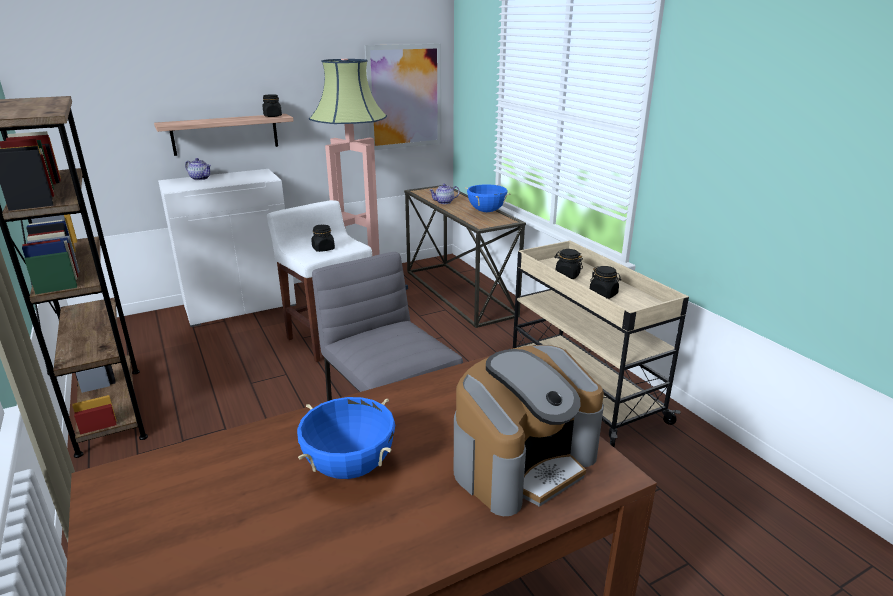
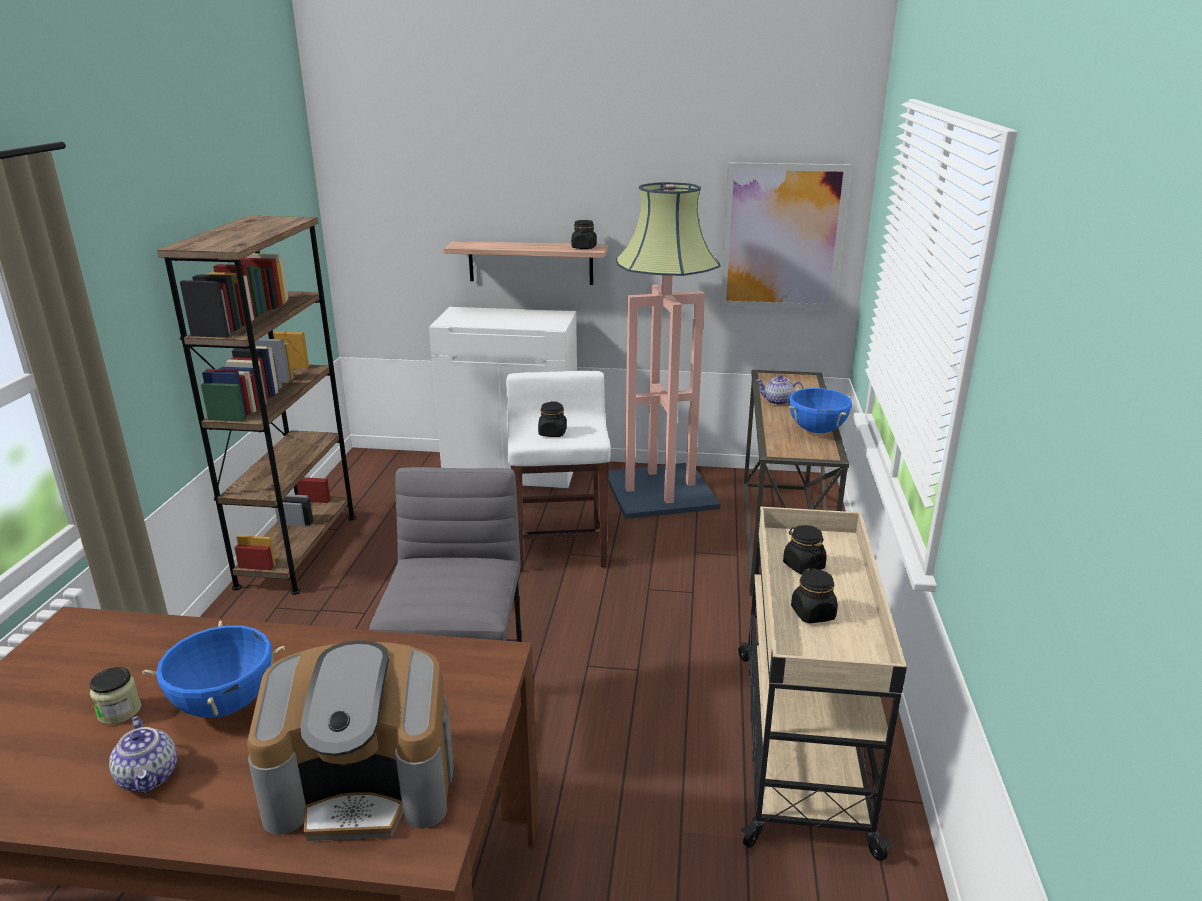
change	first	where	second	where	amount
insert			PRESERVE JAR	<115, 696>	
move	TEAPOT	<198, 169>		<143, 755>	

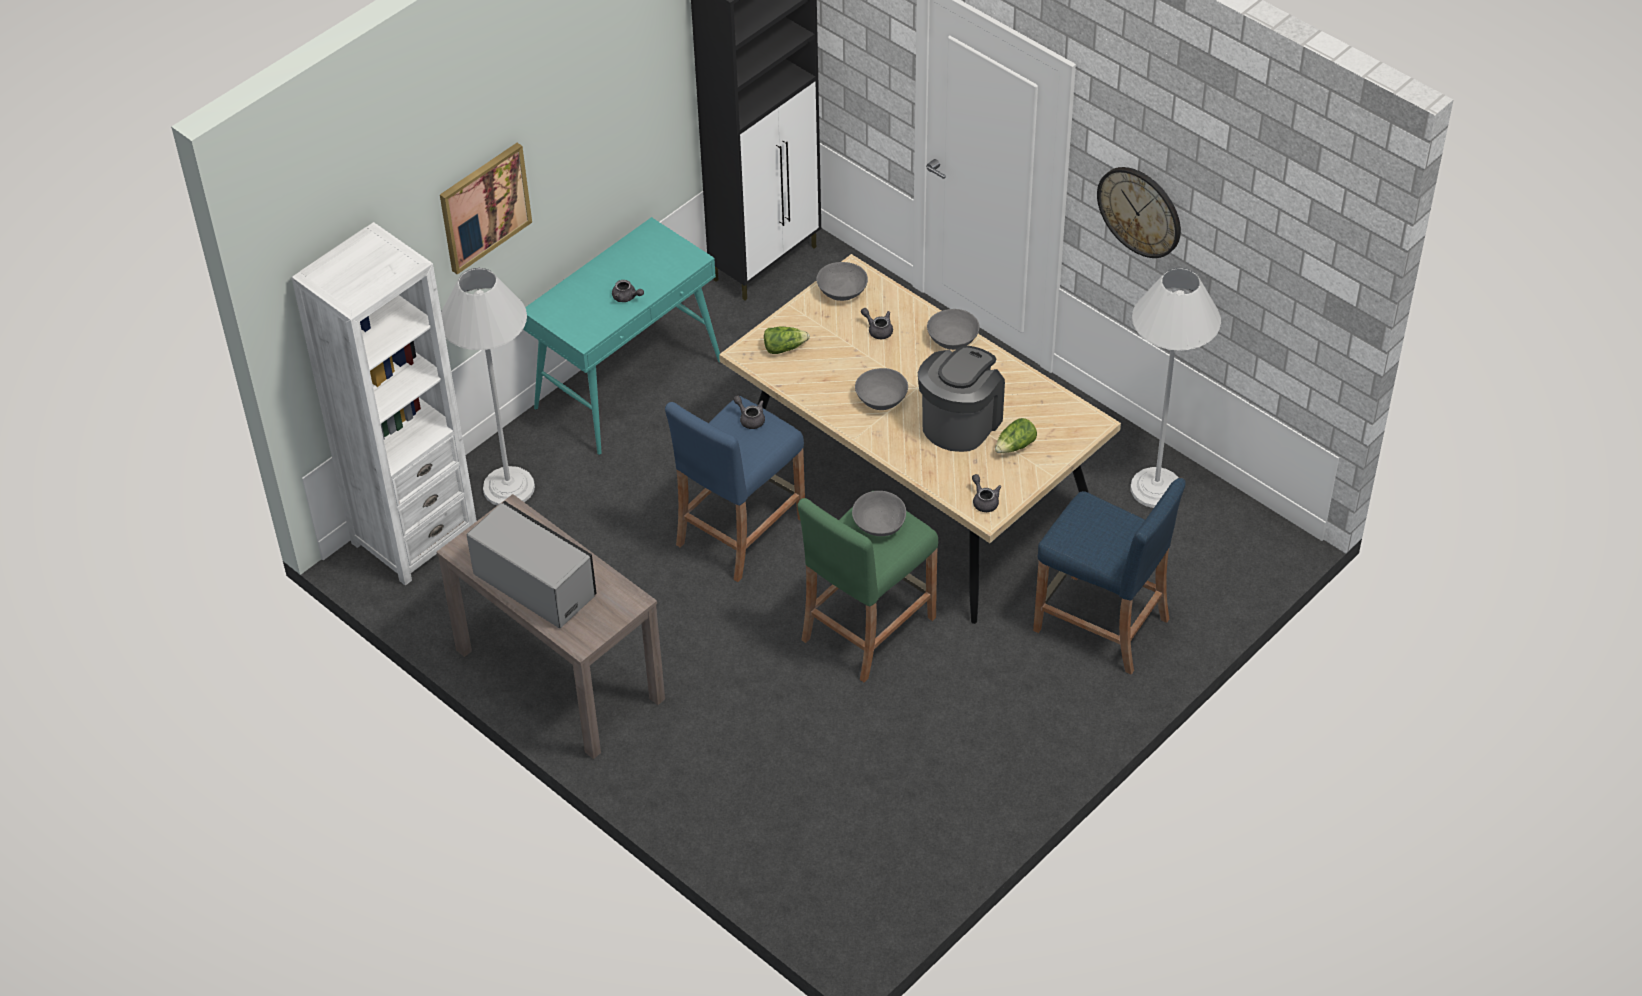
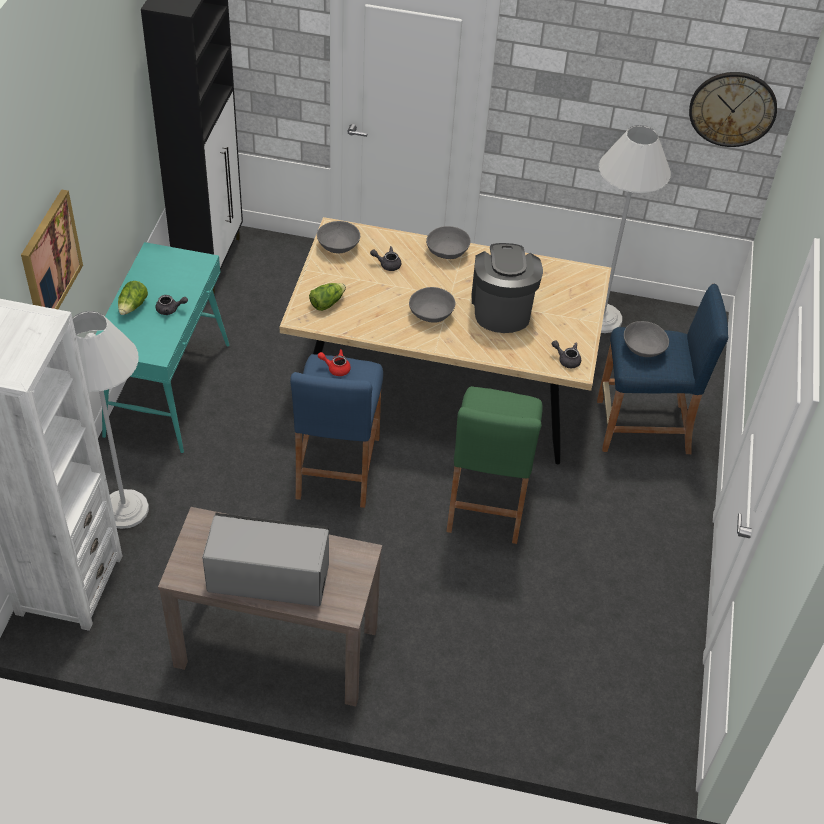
change	first	where	second	where	amount
move	HEAD OF LETTUCE	<1016, 435>		<133, 298>	
recolor	GREY TEAPOT	<749, 412>	REDDISH TEAPOT	<334, 362>	
move	GREY BOWL	<879, 513>		<646, 339>	
move	WALL CLOCK	<1139, 212>		<733, 109>	

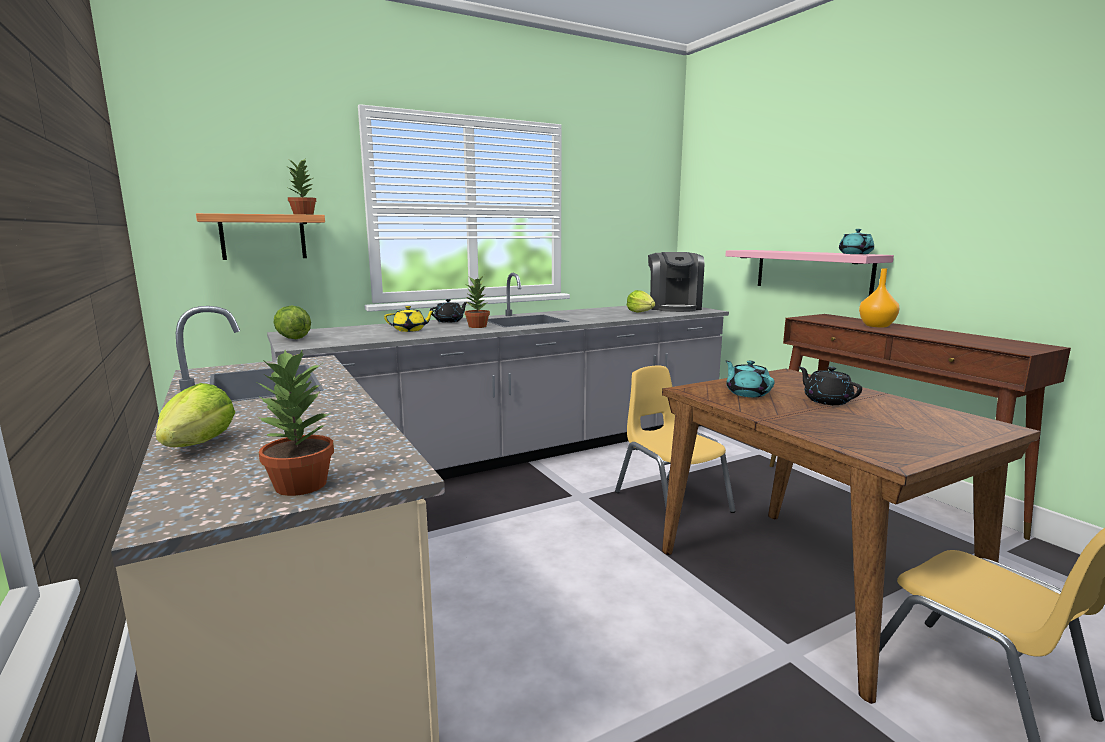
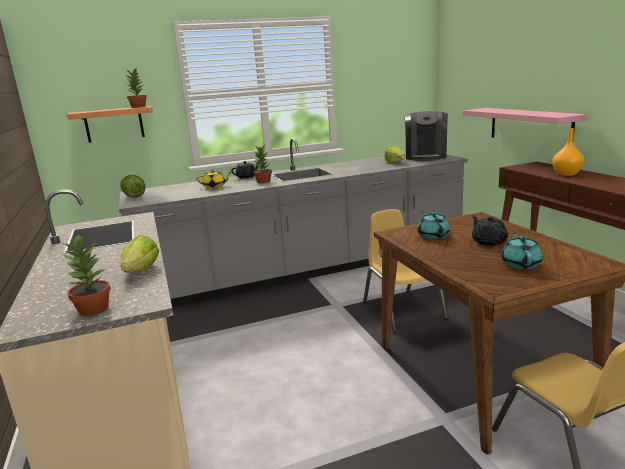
change	first	where	second	where	amount
move	HEAD OF LETTUCE	<195, 415>		<140, 254>	
move	BLUE-GREEN TEAPOT	<856, 241>		<522, 250>	

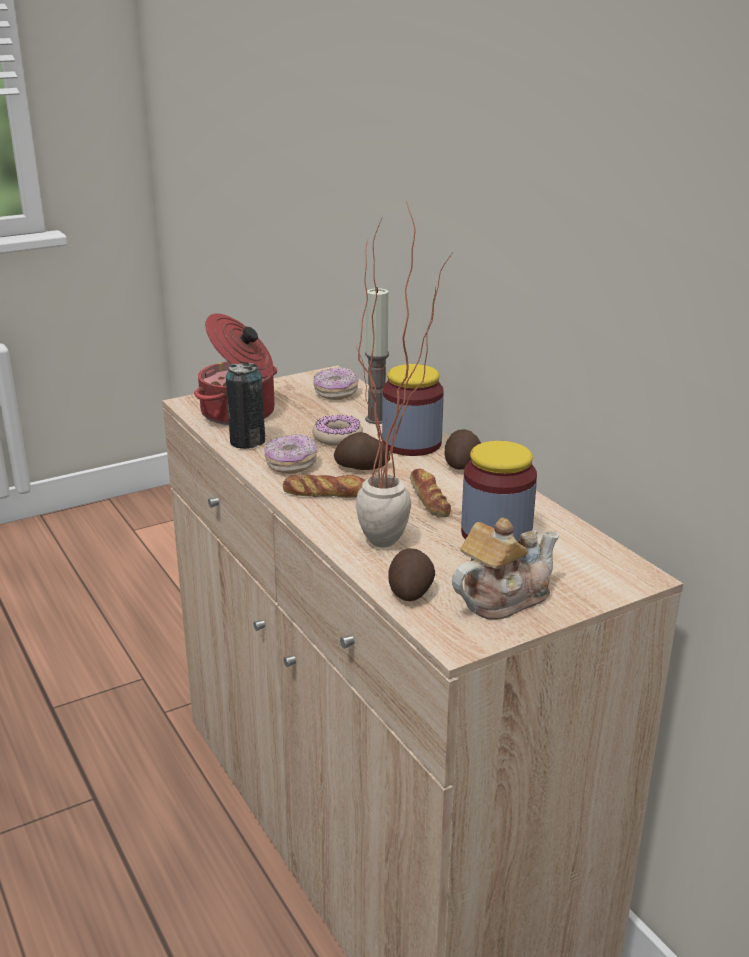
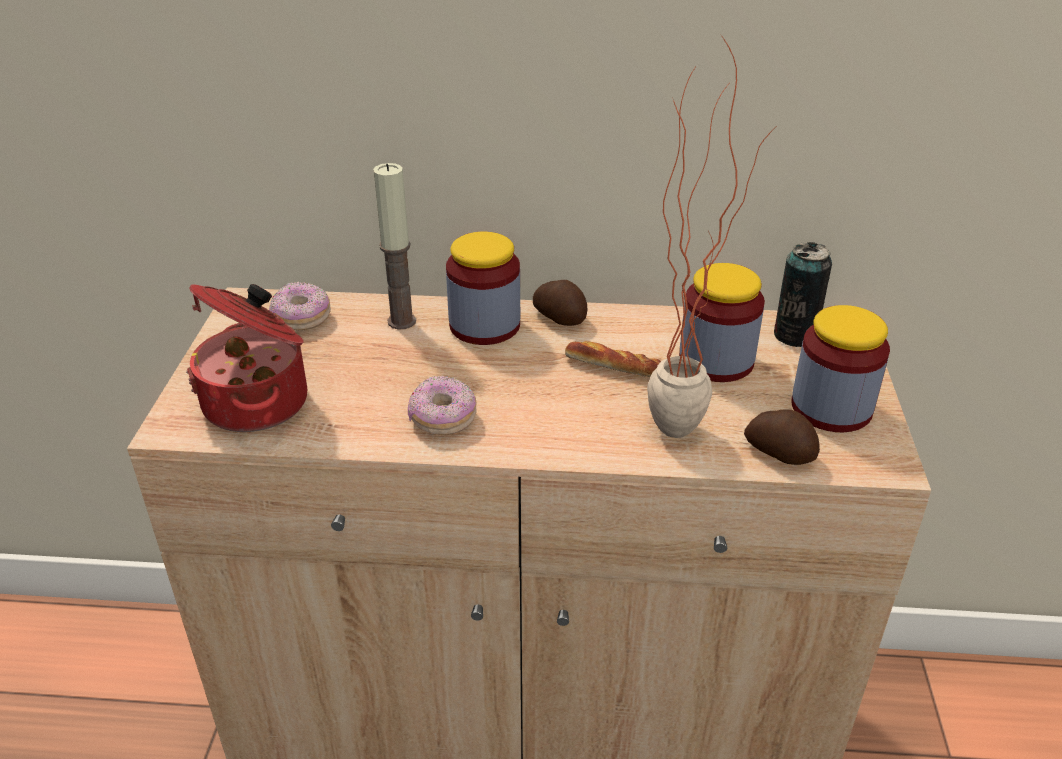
change	first	where	second	where	amount
move	METAL CAN	<245, 405>		<803, 294>	
replace	TEAPOT	<505, 569>	PRESERVE JAR	<840, 368>	
delete	BAKED BREAD	<324, 486>			
delete	DONUT	<337, 430>			
delete	POTATO	<362, 451>			

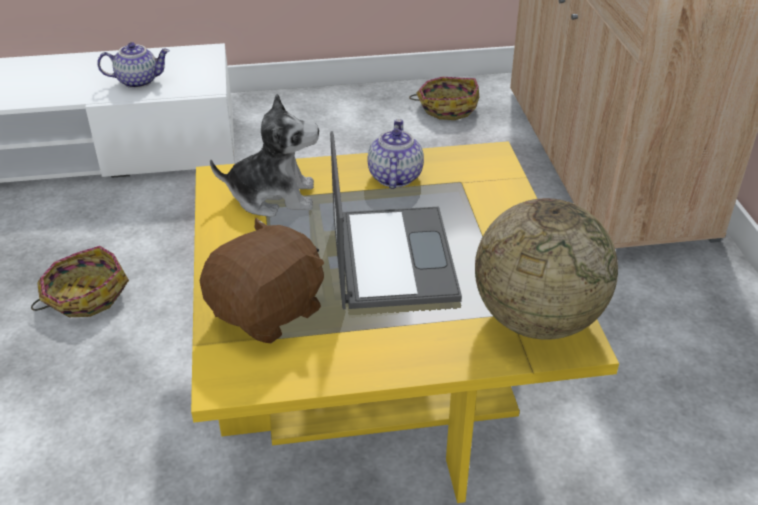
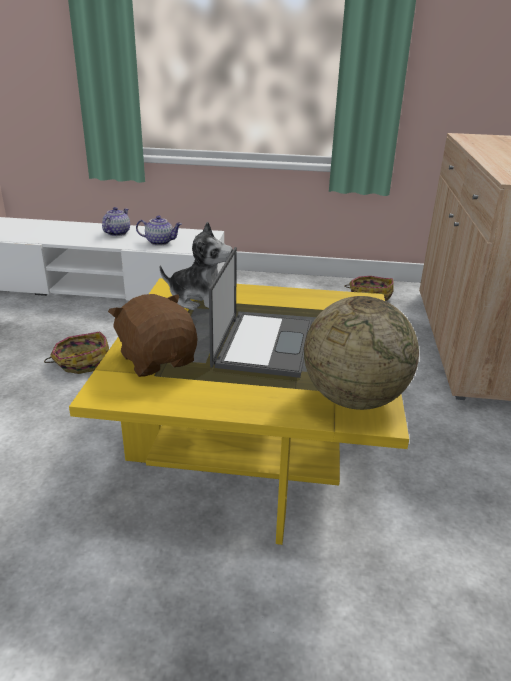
change	first	where	second	where	amount
move	TEAPOT	<396, 154>		<116, 221>	
rotate	BROWN-COLOURED PLUSH TOY	<262, 280>		<153, 335>	90 degrees counterclockwise

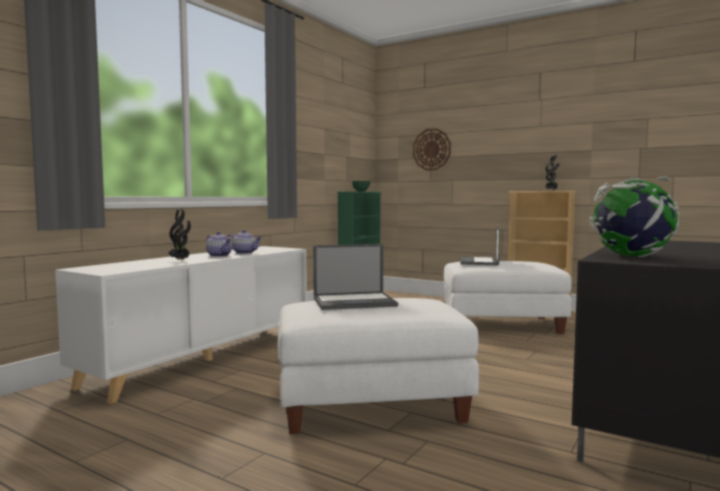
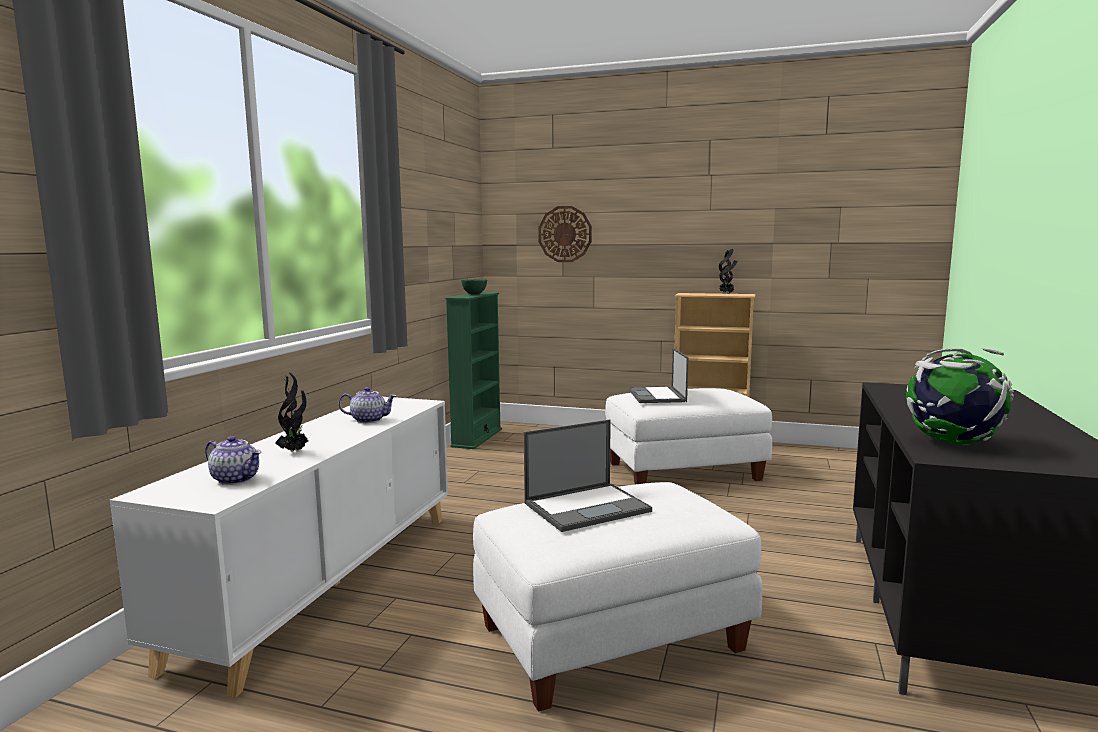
change	first	where	second	where	amount
move	TEAPOT	<219, 244>		<233, 460>	

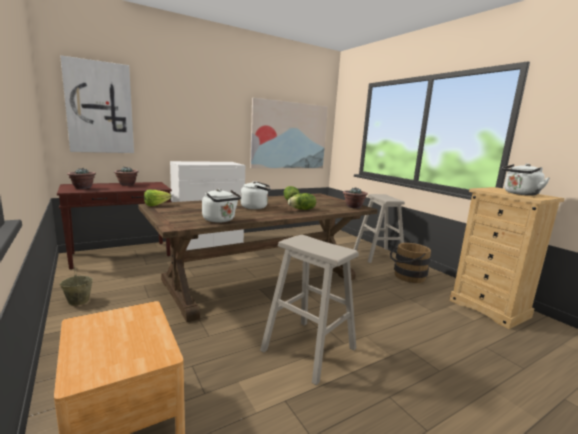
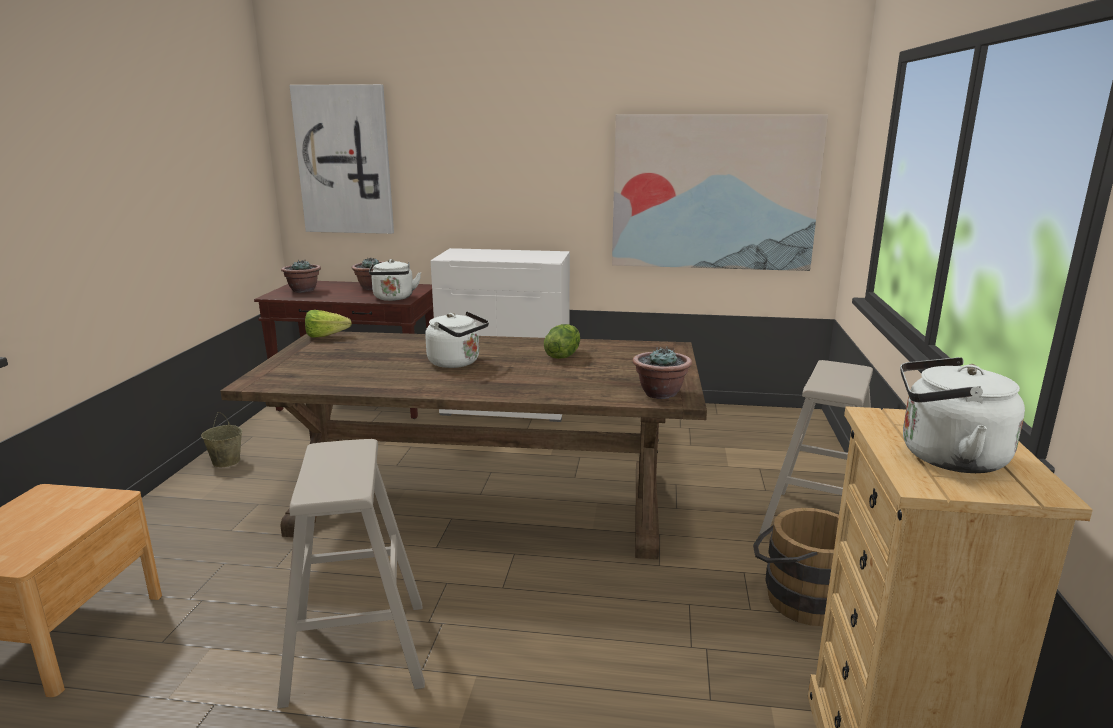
change	first	where	second	where	amount
move	WHITE TEA KETTLE	<221, 206>		<395, 280>	
delete	HEAD OF LETTUCE	<302, 201>			

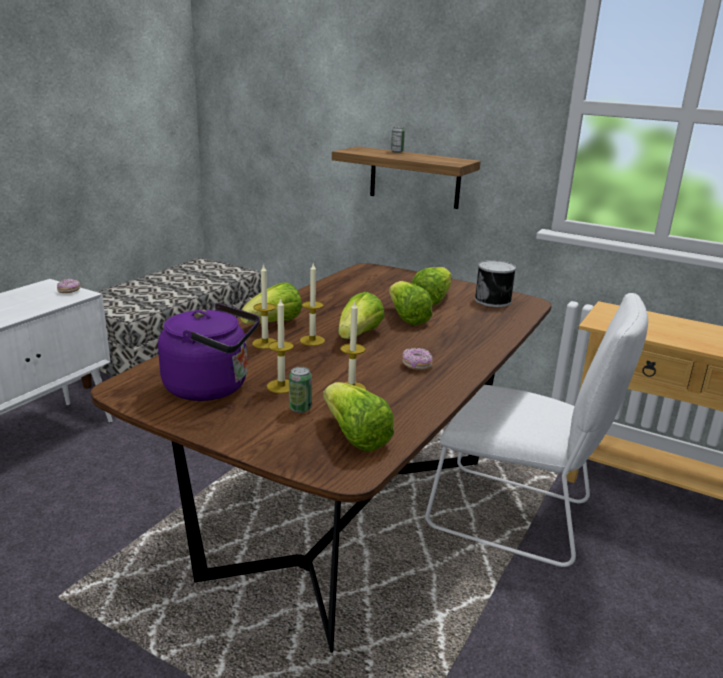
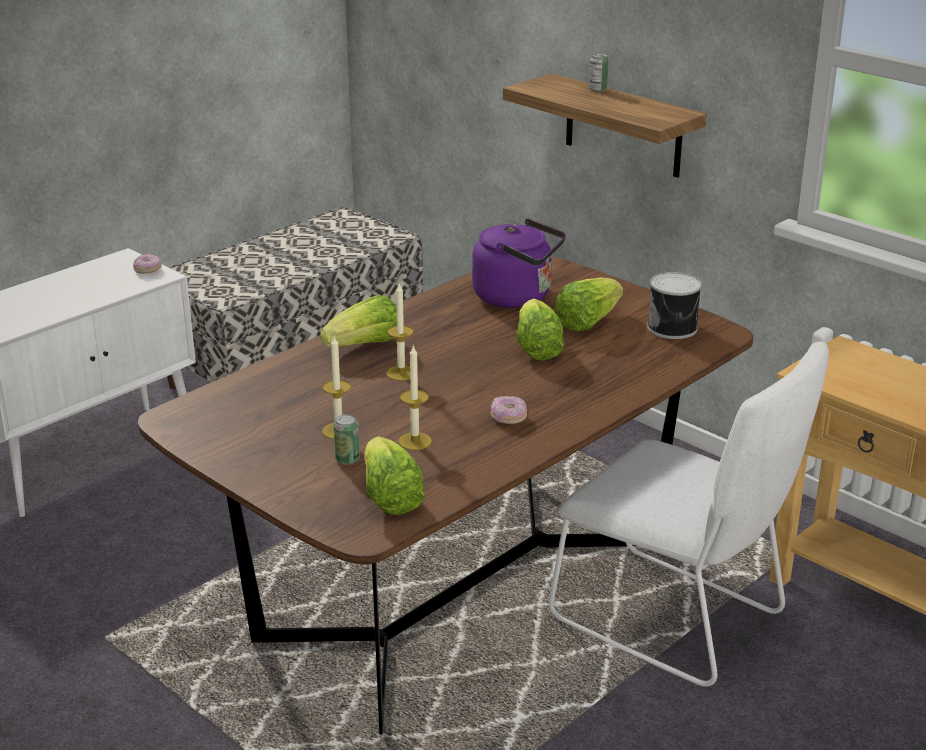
change	first	where	second	where	amount
move	PURPLISH TEA KETTLE	<209, 352>		<519, 263>	
delete	WAX CANDLE	<264, 306>			
delete	HEAD OF LETTUCE	<361, 315>			

